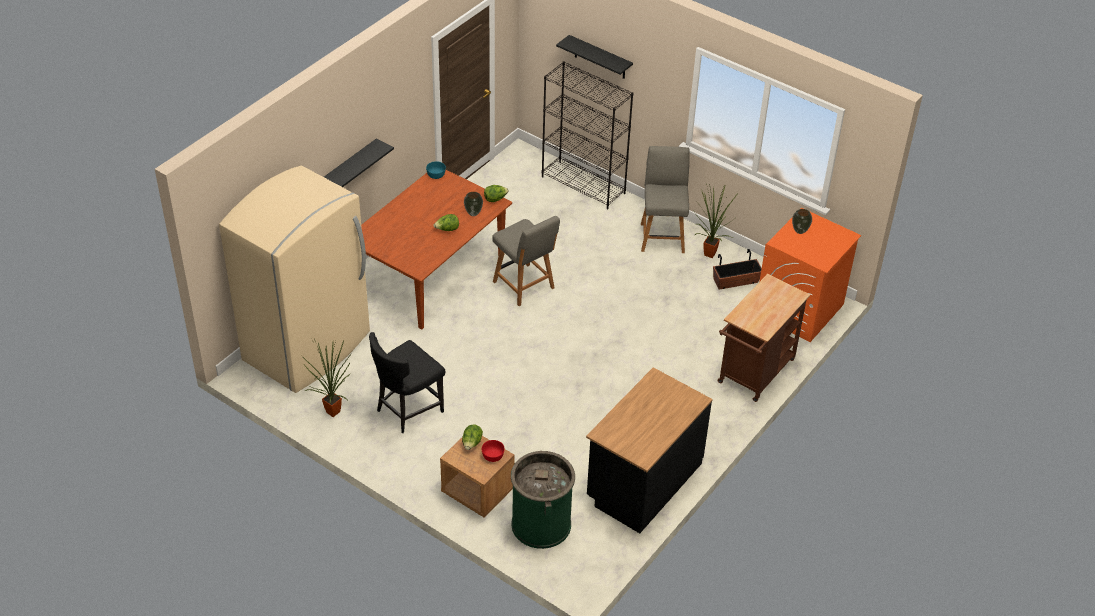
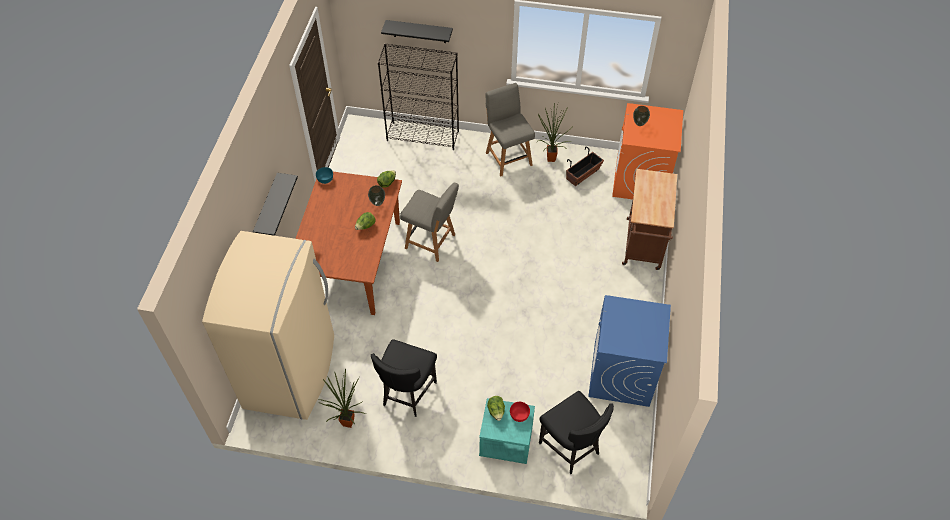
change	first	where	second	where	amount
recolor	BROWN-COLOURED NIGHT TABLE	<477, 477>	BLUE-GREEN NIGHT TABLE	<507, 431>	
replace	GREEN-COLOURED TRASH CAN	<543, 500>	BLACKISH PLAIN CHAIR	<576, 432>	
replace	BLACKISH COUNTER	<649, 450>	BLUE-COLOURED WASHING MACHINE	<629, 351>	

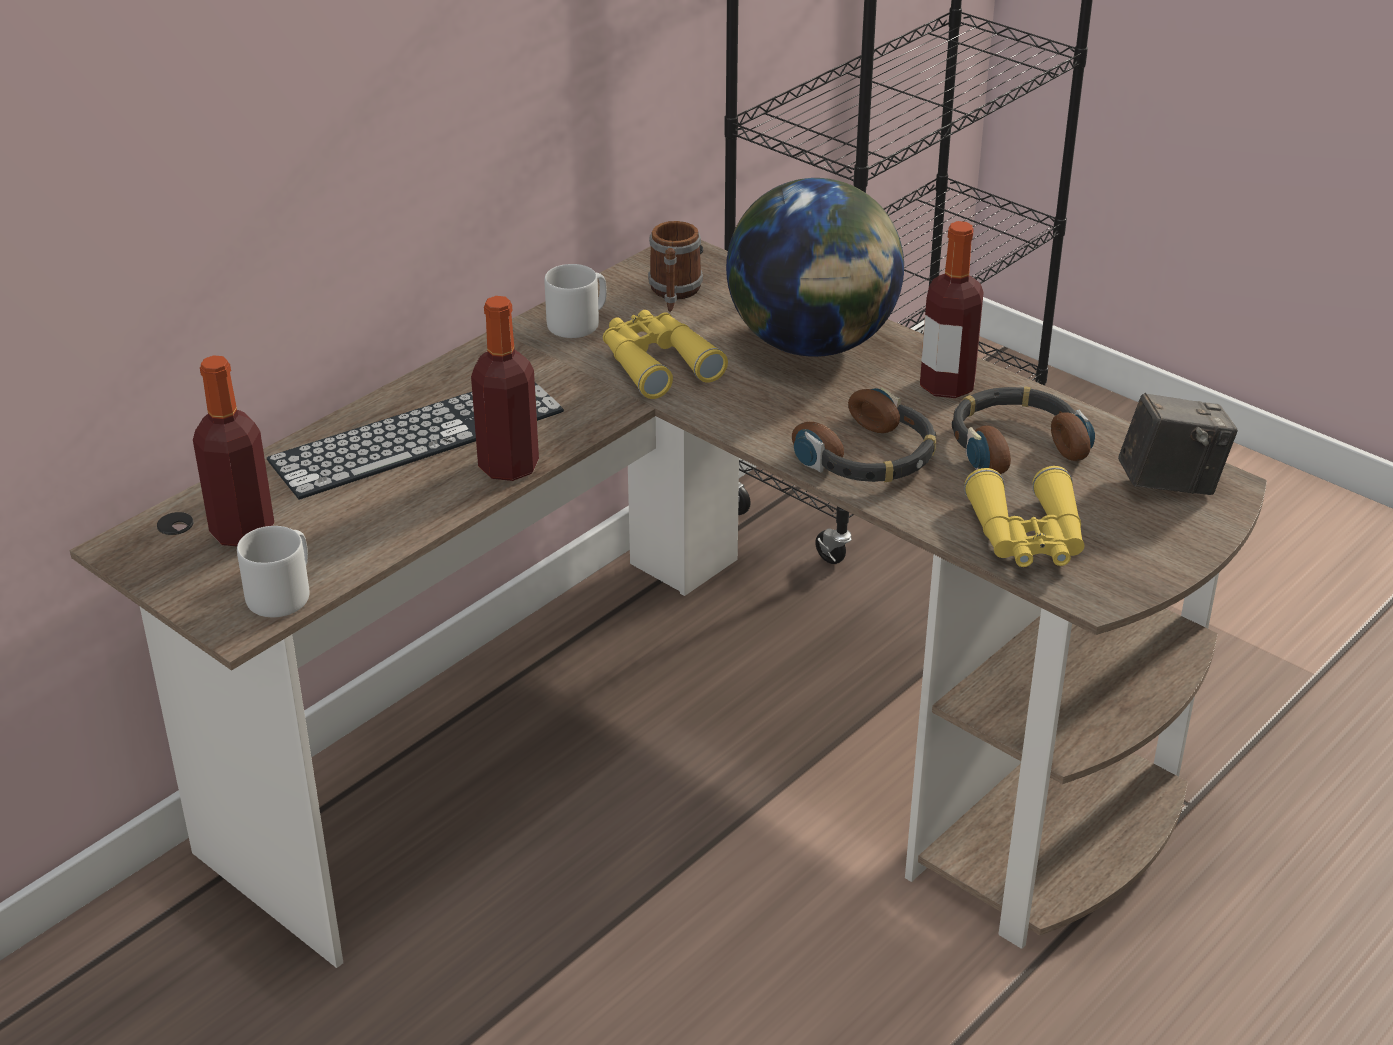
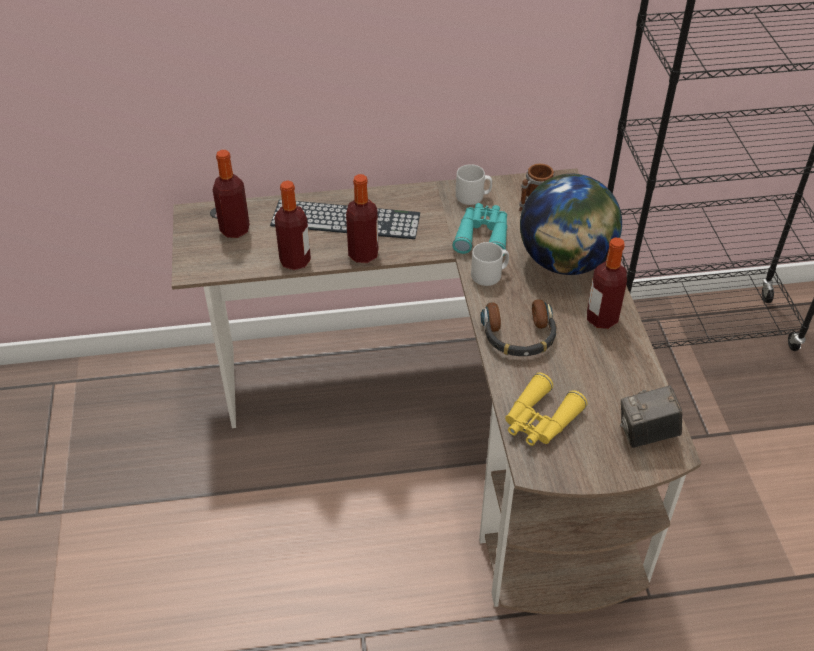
change	first	where	second	where	amount
insert			BEVERAGE BOTTLE	<292, 225>	
recolor	YELLOWISH FIELD GLASSES	<665, 354>	BLUE-GREEN FIELD GLASSES	<480, 229>	
move	GREY COFFEE MUG	<273, 571>		<490, 264>	
rotate	PHOTO CAMERA	<1178, 444>		<651, 416>	135 degrees clockwise
delete	HEADPHONES	<1023, 430>			

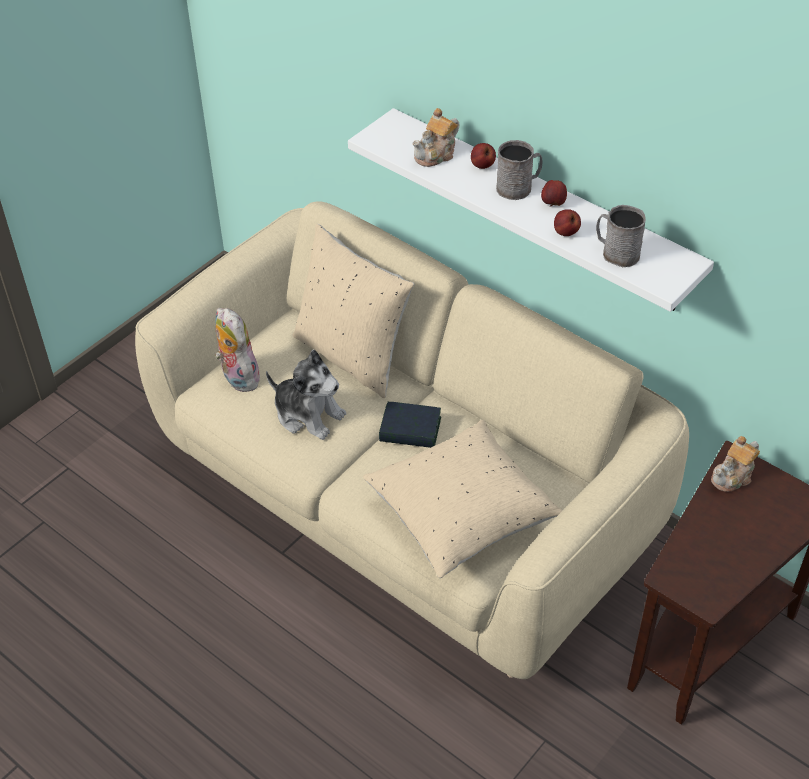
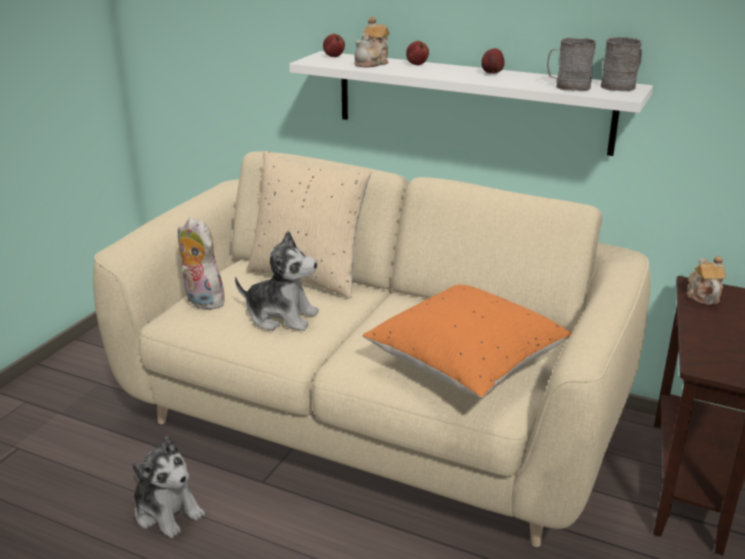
change	first	where	second	where	amount
insert			PLUSH TOY	<168, 487>	
move	APPLE	<567, 222>		<334, 45>	
recolor	BEIGE-COLOURED CUSHION	<463, 499>	ORANGE CUSHION	<467, 341>	
move	GREY COFFEE MUG	<519, 170>		<621, 64>	
rotate	TEAPOT	<735, 464>		<706, 280>	150 degrees clockwise
delete	BOUND BOOK	<410, 425>			

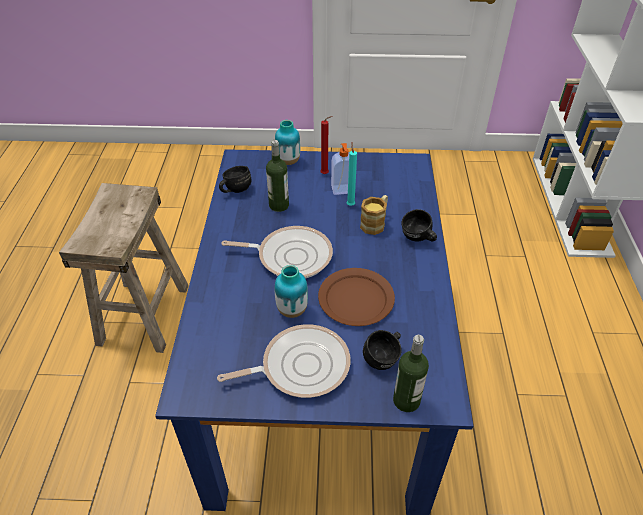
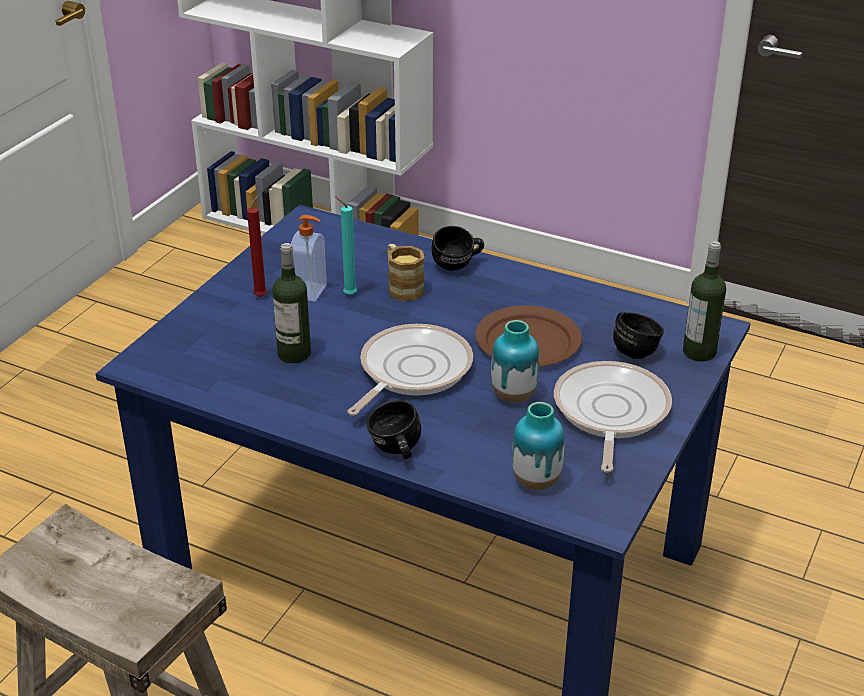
change	first	where	second	where	amount
move	BLACKISH COFFEE MUG	<235, 179>		<394, 429>	
move	VASE	<287, 142>		<538, 446>	

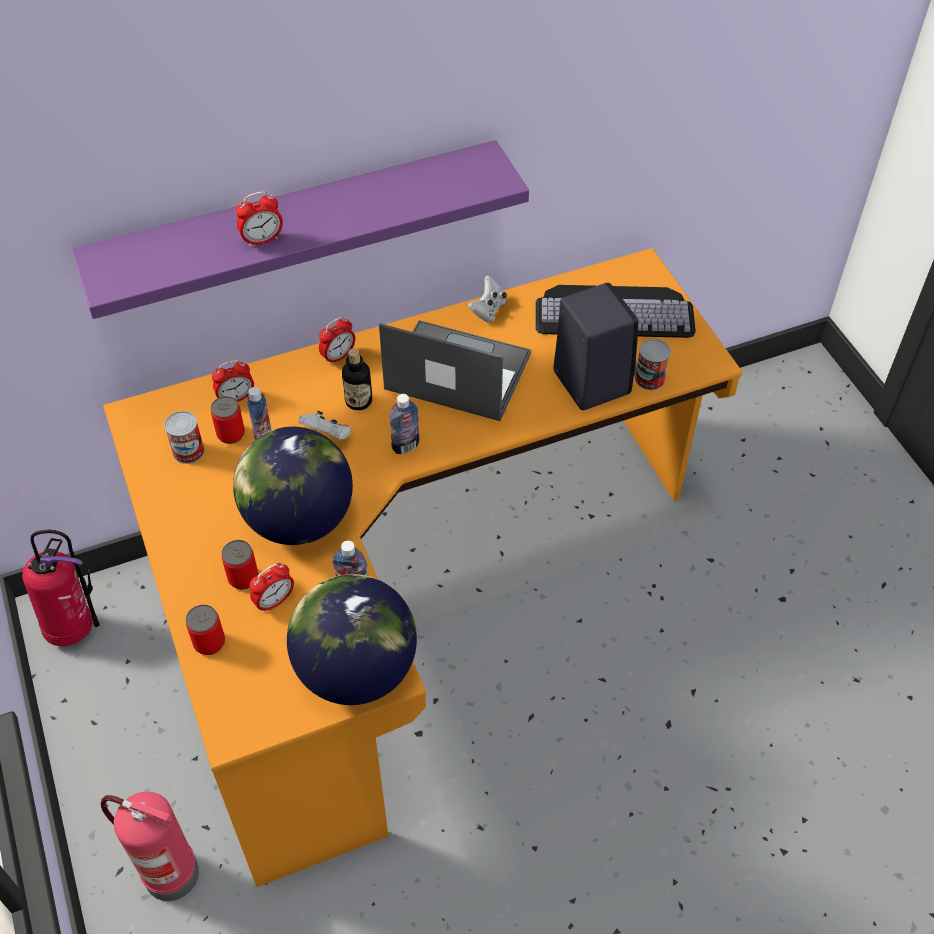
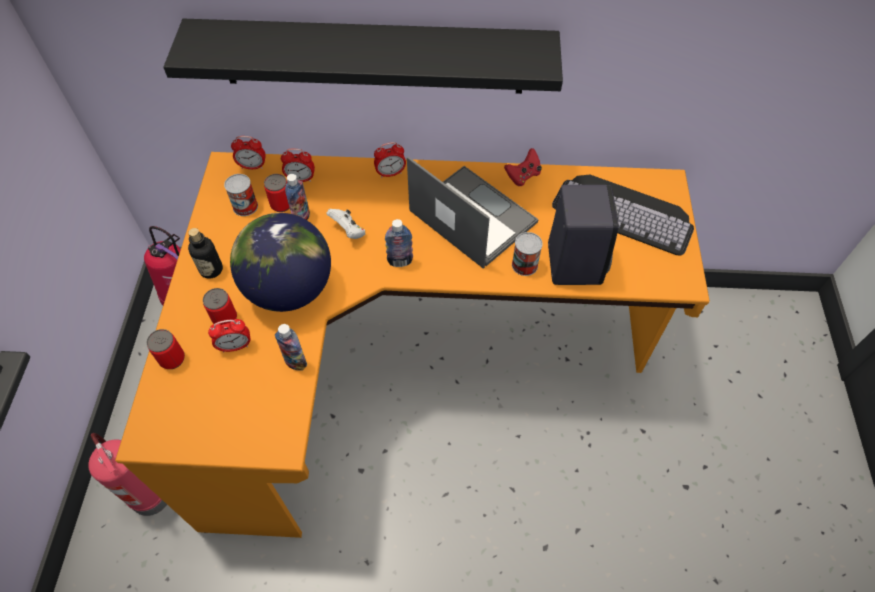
change	first	where	second	where	amount
recolor	PURPLISH SHELF	<300, 229>	BLACKISH SHELF	<363, 56>	
move	BEVERAGE BOTTLE	<357, 379>		<205, 253>	
move	TABLE CLOCK	<259, 219>		<248, 152>	
recolor	WHITE JOYPAD	<487, 299>	REDDISH JOYPAD	<523, 167>	
move	METAL CAN	<653, 364>		<527, 254>	
delete	WORLD GLOBE	<352, 639>			

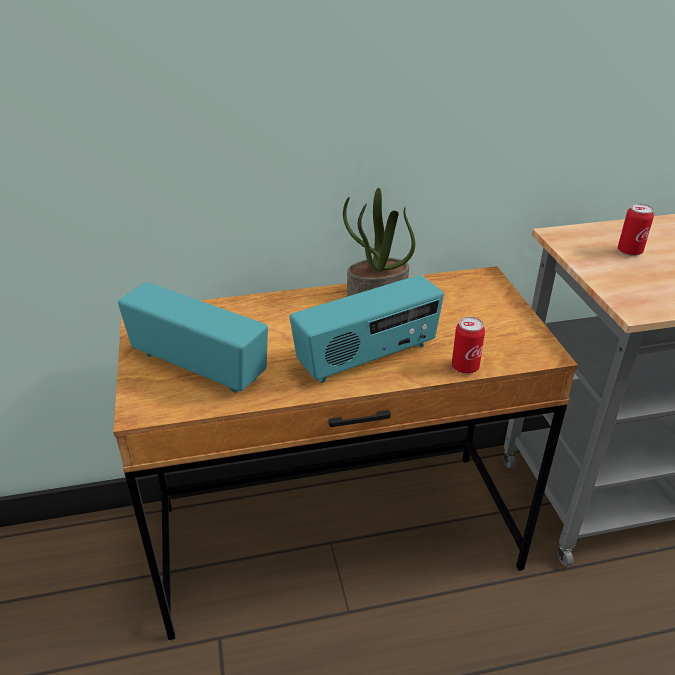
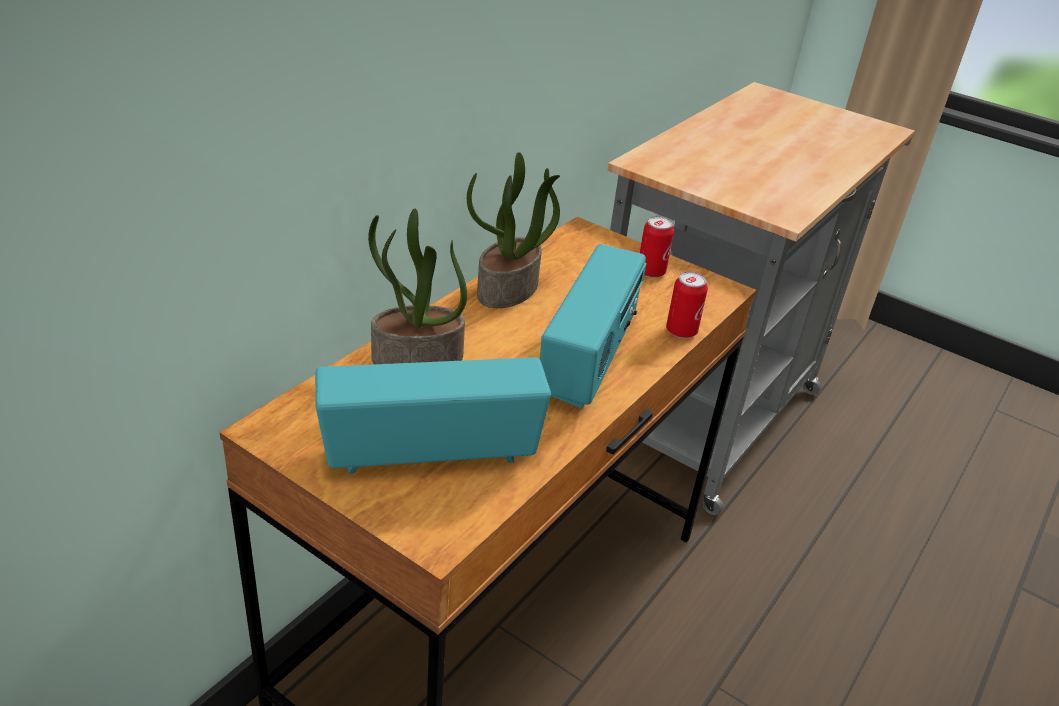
change	first	where	second	where	amount
insert			PLANT IN A POT	<417, 286>	
move	METAL CAN	<636, 230>		<657, 247>	

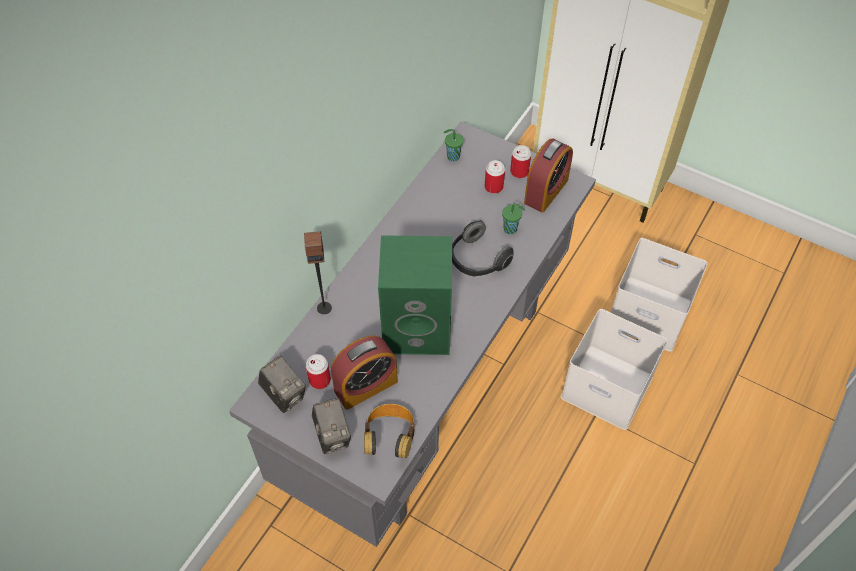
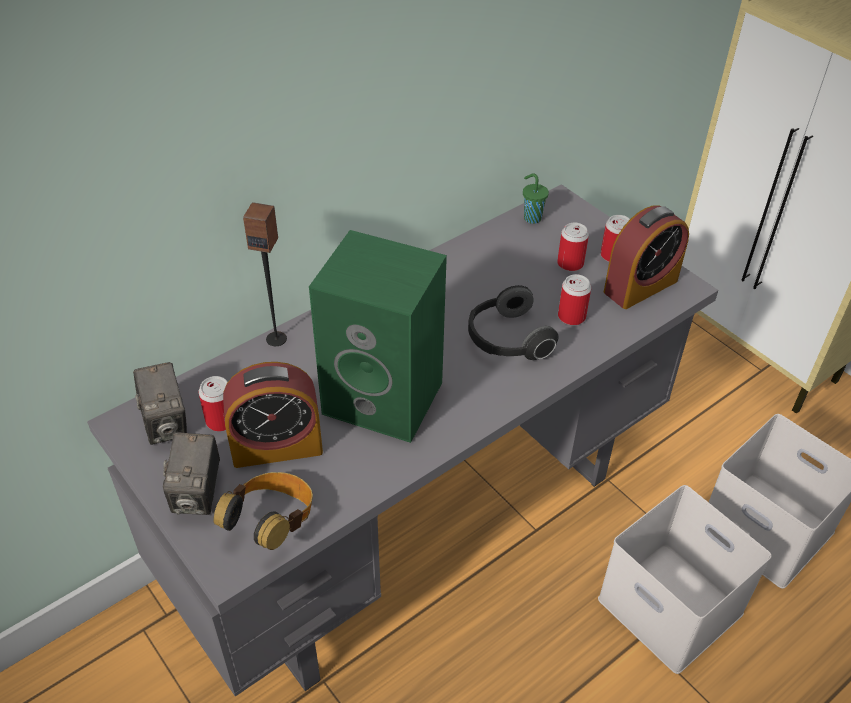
change	first	where	second	where	amount
replace	GREEN-COLOURED CUP	<513, 218>	METAL CAN	<574, 299>	

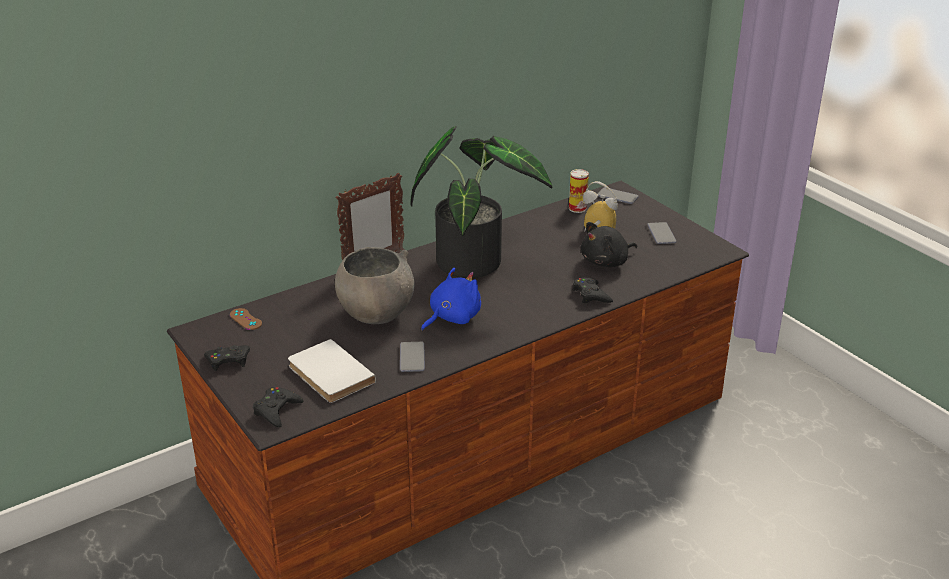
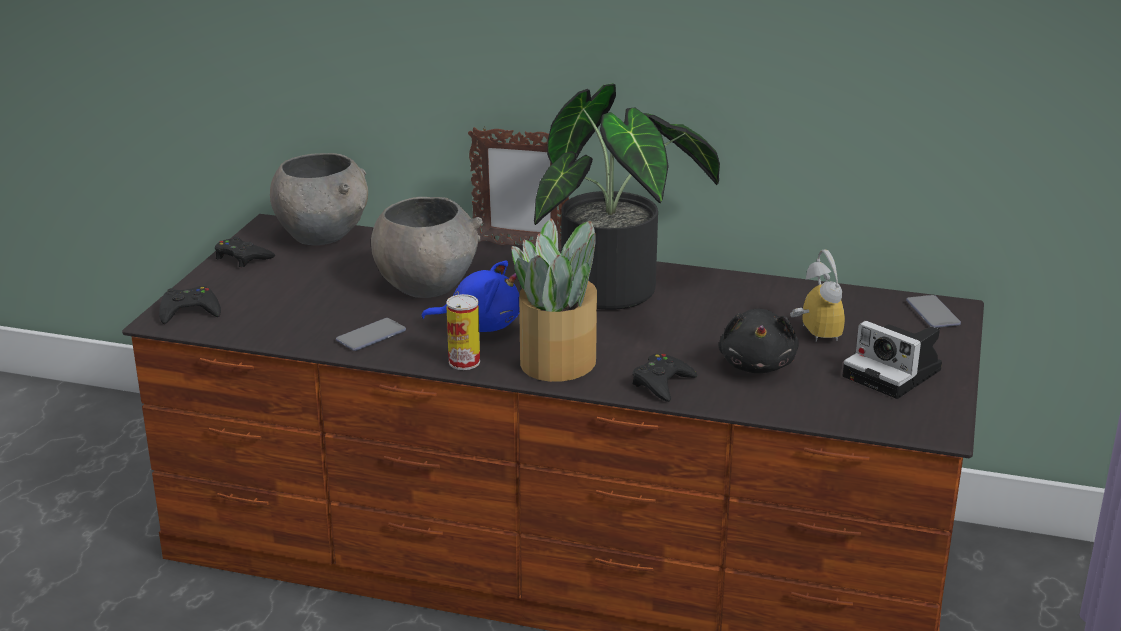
change	first	where	second	where	amount
replace	BROWN-COLOURED JOYPAD	<246, 319>	GREY BOWL	<319, 199>	
move	METAL CAN	<579, 191>		<463, 332>	
insert			PLANT IN A POT	<554, 300>	
rotate	BLACKISH PLUSH TOY	<609, 244>		<759, 340>	105 degrees counterclockwise
replace	PHONE	<661, 233>	PHOTO CAMERA	<892, 360>	
delete	WHITE BOUND BOOK	<332, 371>			

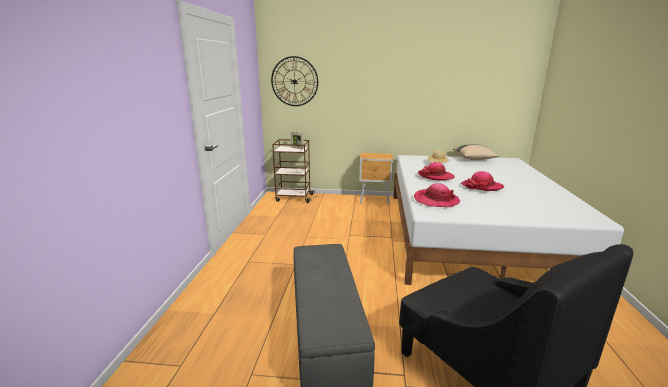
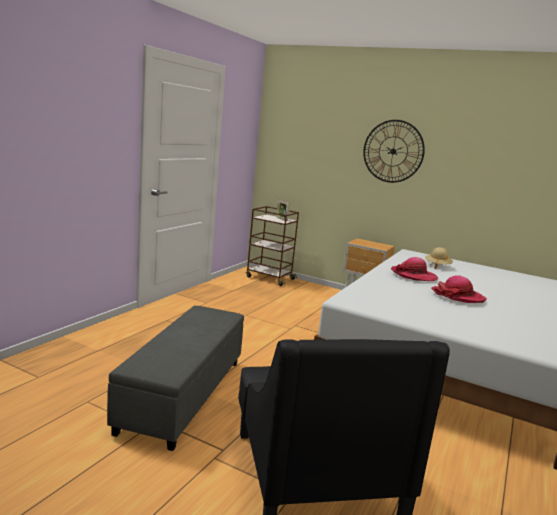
change	first	where	second	where	amount
move	WALL CLOCK	<294, 81>		<394, 151>	
delete	CLOTHING HAT	<437, 195>			
delete	BEIGE-COLOURED CUSHION	<476, 152>			

